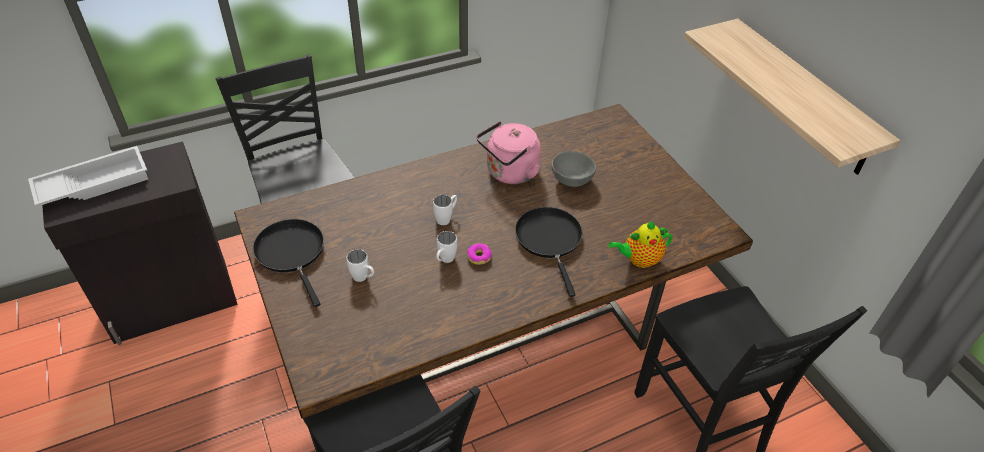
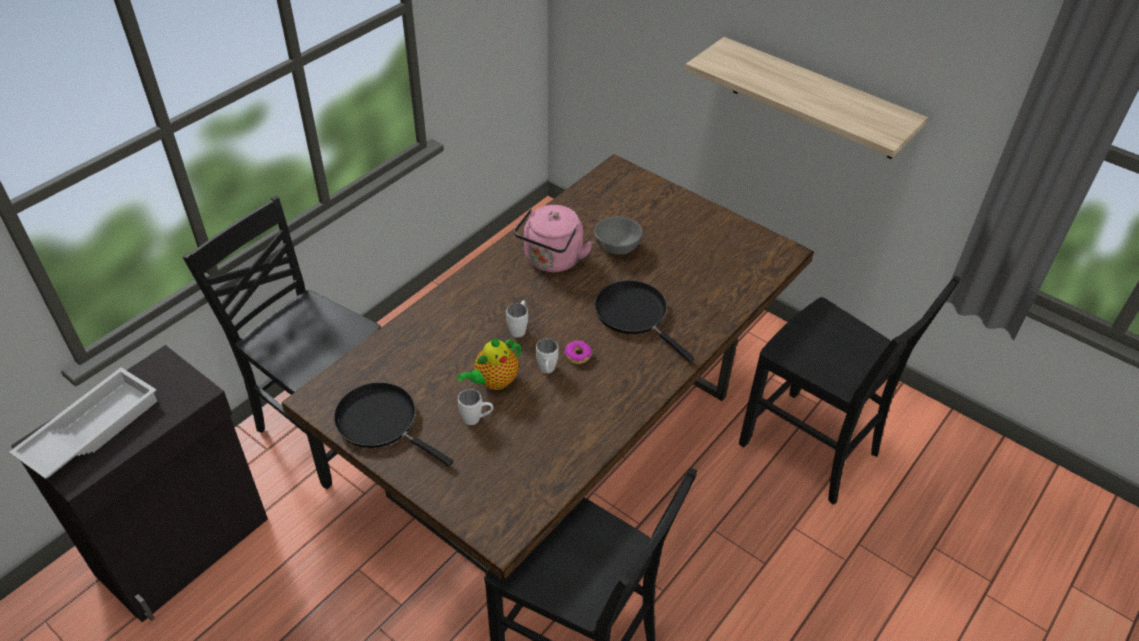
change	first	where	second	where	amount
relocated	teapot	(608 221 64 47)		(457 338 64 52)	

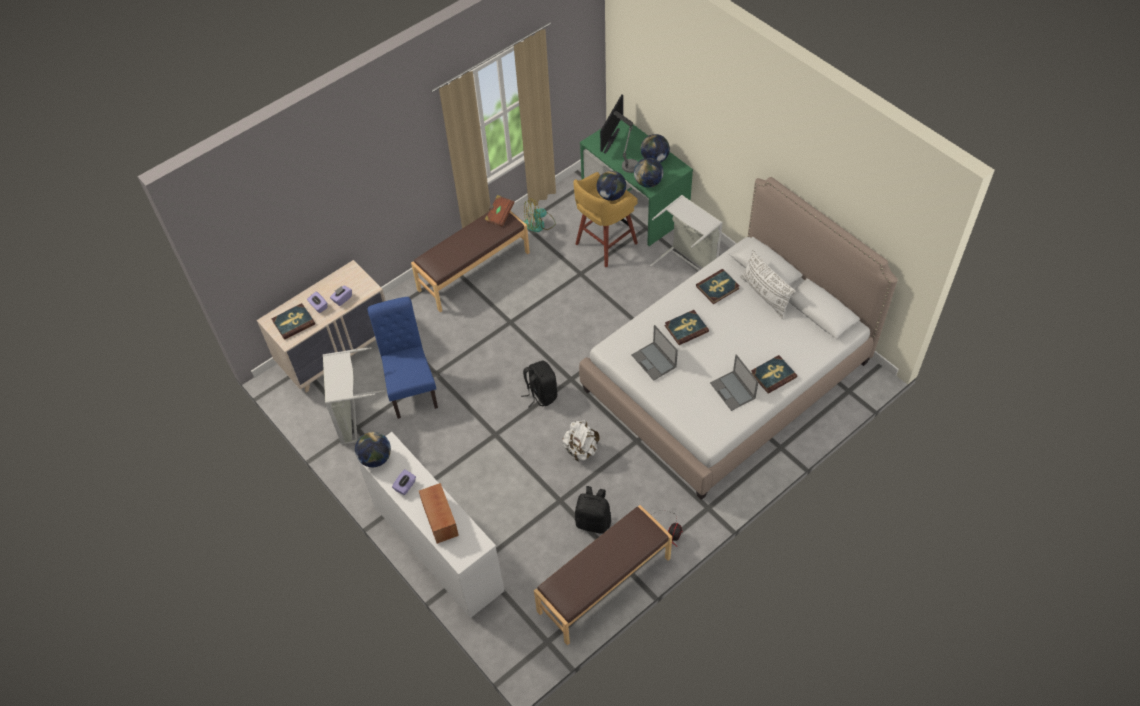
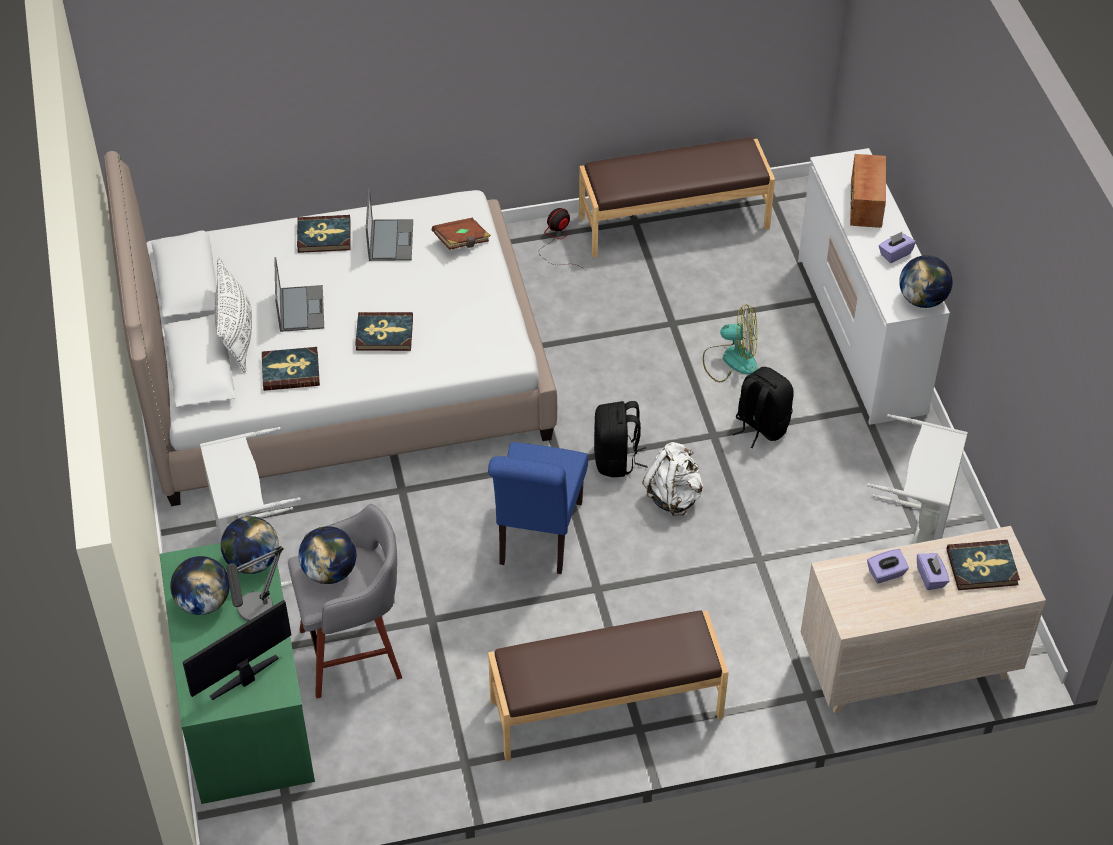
change	first	where	second	where	amount
relocated	chair (blue)	(367 297 71 122)		(488 442 100 132)	
relocated	book (brown)	(485 195 30 32)		(432 218 59 32)	
relocated	fan	(523 198 33 34)		(703 304 54 78)	
relocated	backpack (white)	(562 420 38 41)		(642 442 61 74)	
relocated	backpack (black)	(575 486 36 48)		(732 367 62 81)	
relocated	laptop	(632 325 46 56)		(274 257 50 75)	
colour	stool (yellow)	(573 172 65 96)	stool (grey)	(288 504 114 194)	

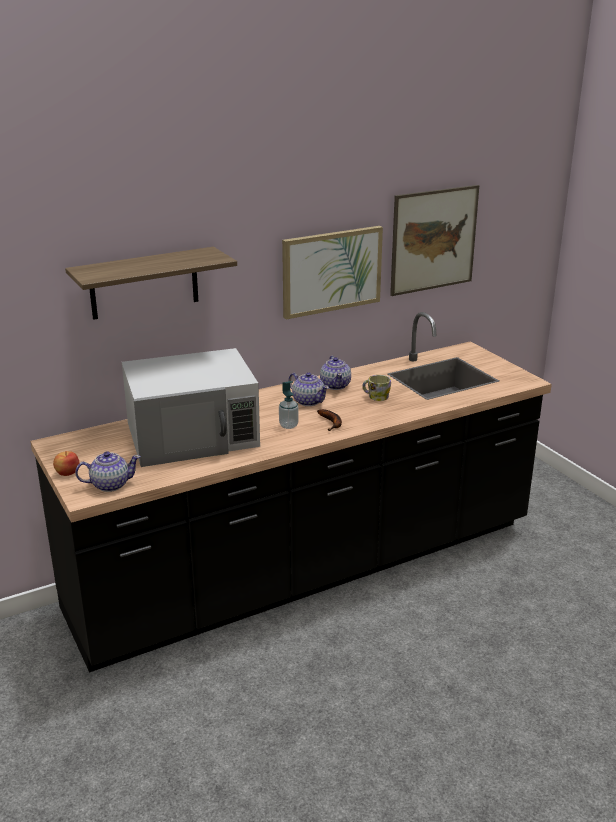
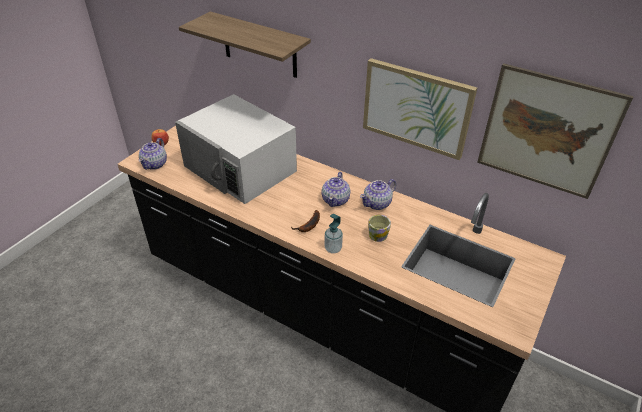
change	first	where	second	where	amount
relocated	soap dispenser	(279 381 20 48)		(324 214 19 40)	
spun	teapot	(75 451 66 41)		(139 138 28 32)	60 degrees clockwise

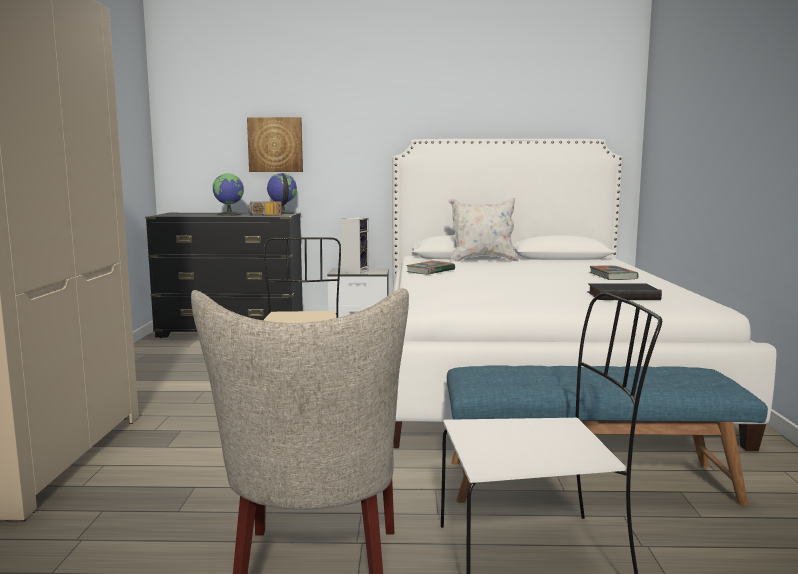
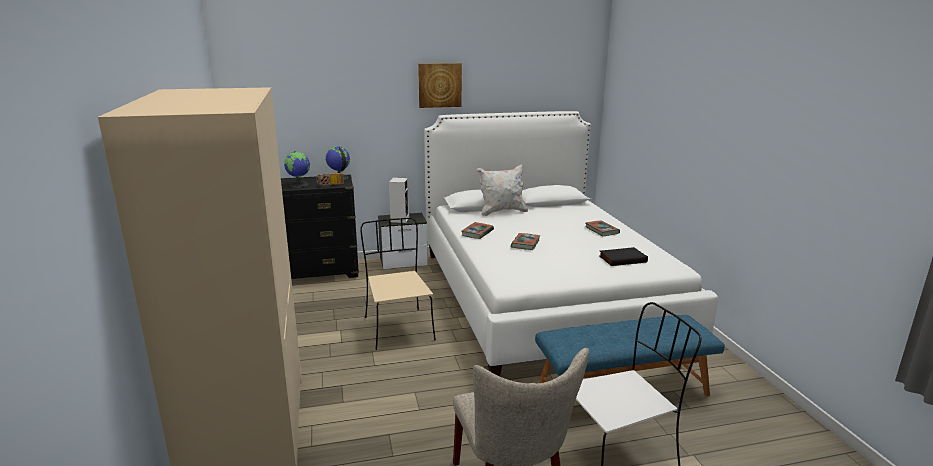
change	first	where	second	where	amount
appeared			book	(511 233 29 17)	
relocated	picture	(247 117 56 55)		(418 63 44 45)	

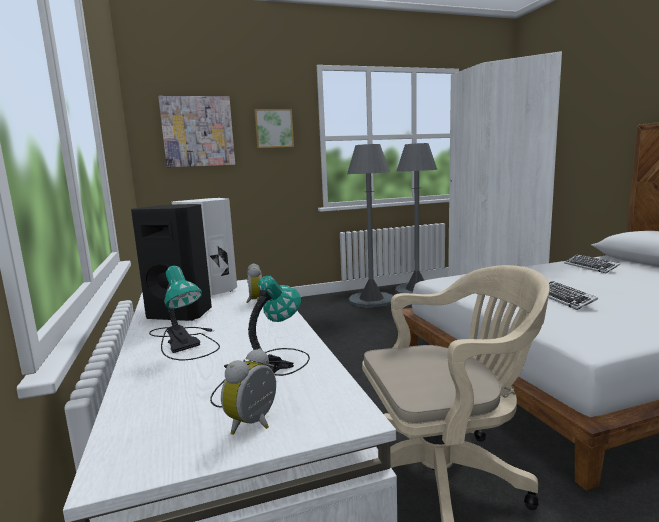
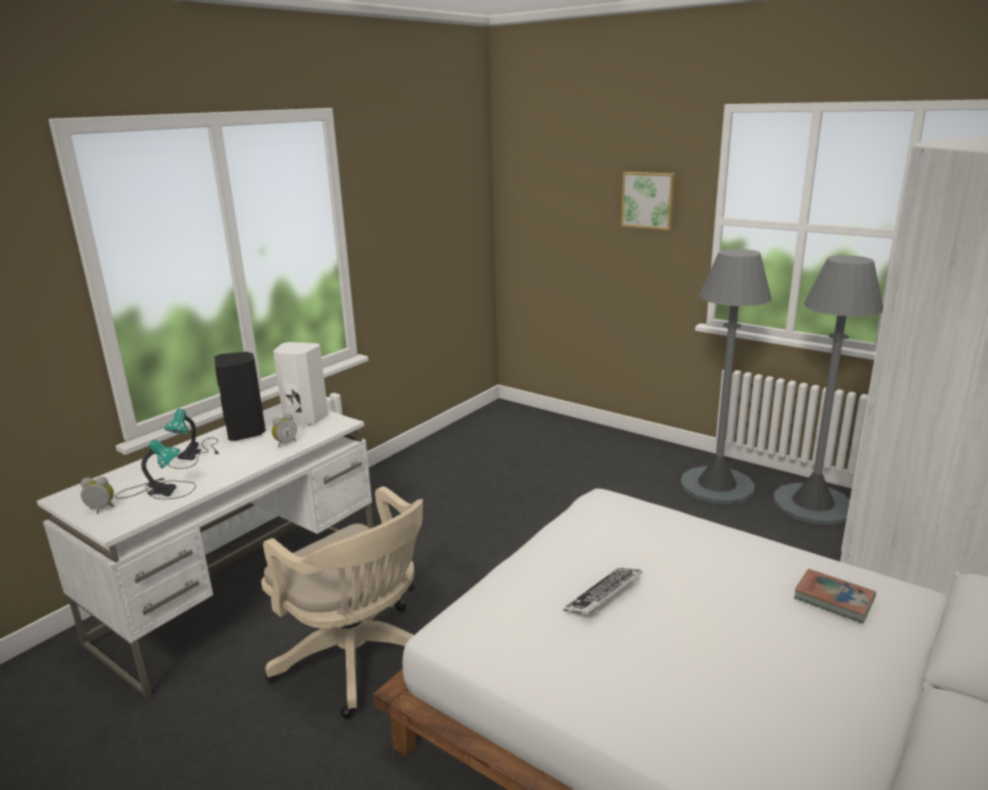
change	first	where	second	where	amount
missing	picture	(158 96 77 72)			
exchanged	keyboard	(564 254 56 19)	book	(794 569 82 54)	

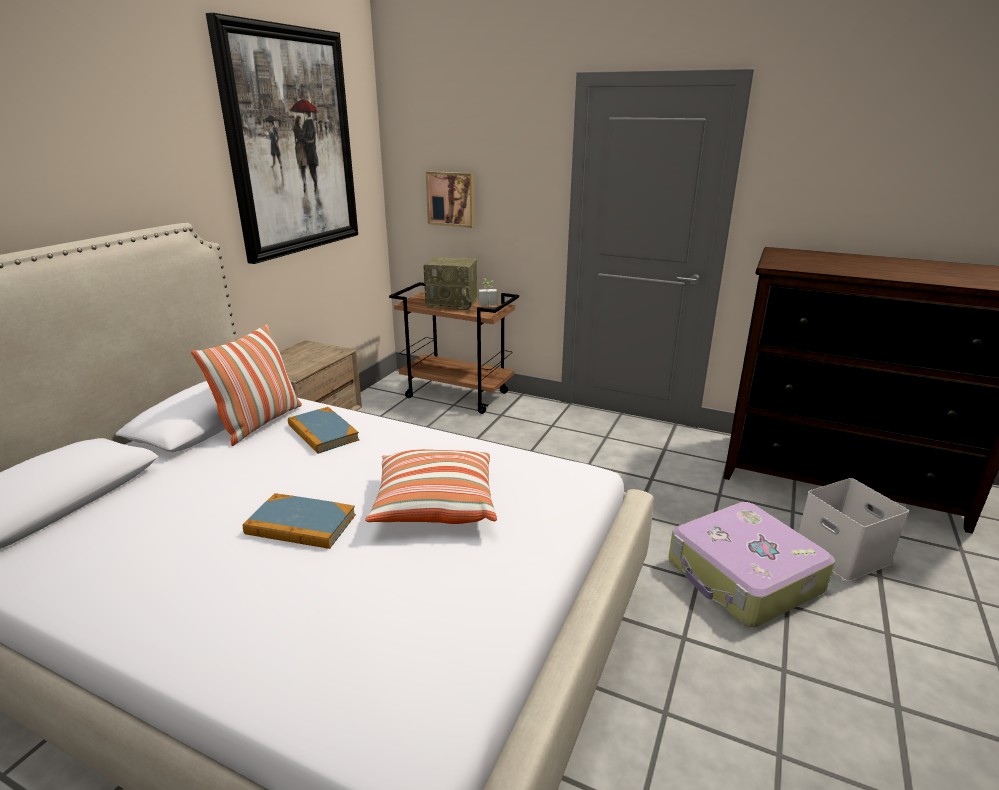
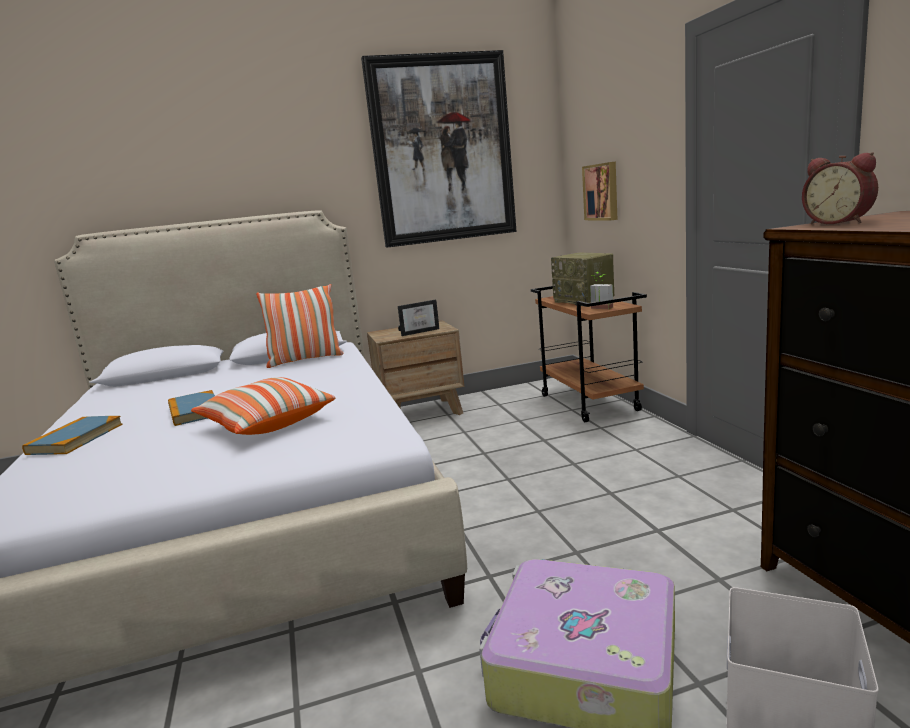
change	first	where	second	where	amount
appeared			picture frame	(398 300 41 36)	
appeared			alarm clock	(802 152 76 72)	
relocated	book	(288 407 71 47)		(22 416 101 39)	

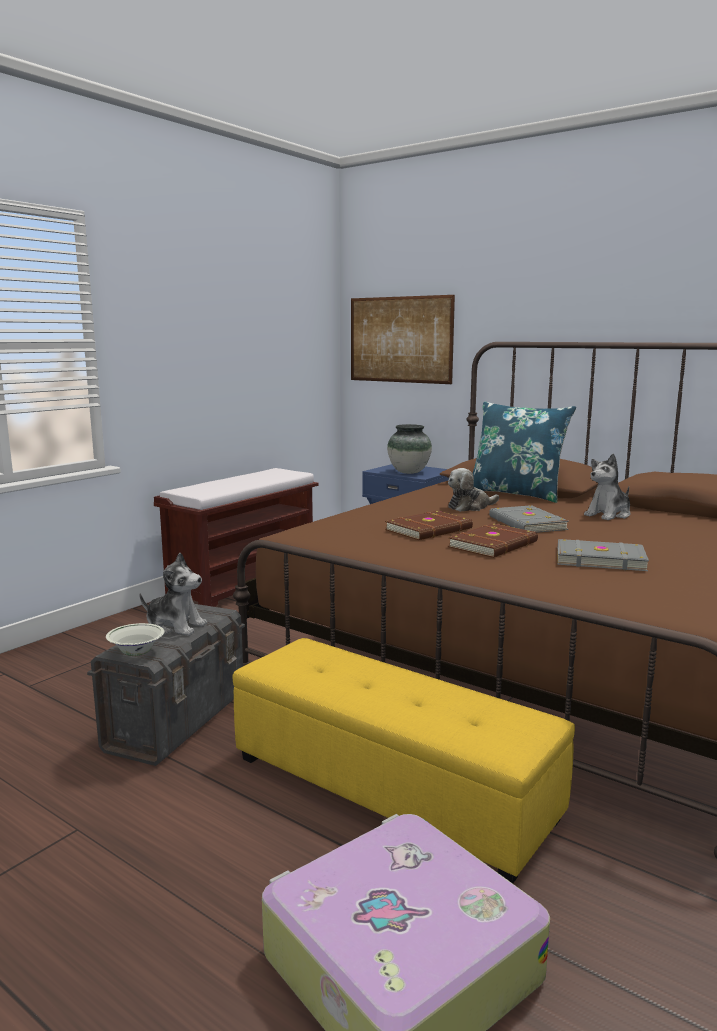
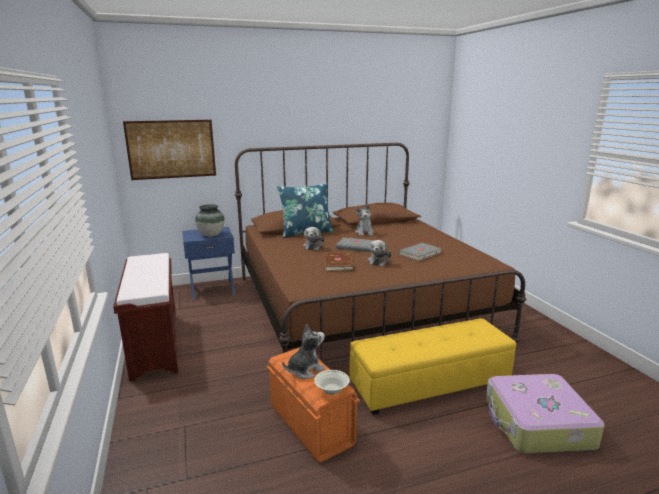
change	first	where	second	where	amount
exchanged	book (brown)	(448 523 90 35)	plush toy	(368 240 23 26)	
colour	storage box (grey)	(87 604 158 162)	storage box (orange)	(267 348 93 115)	

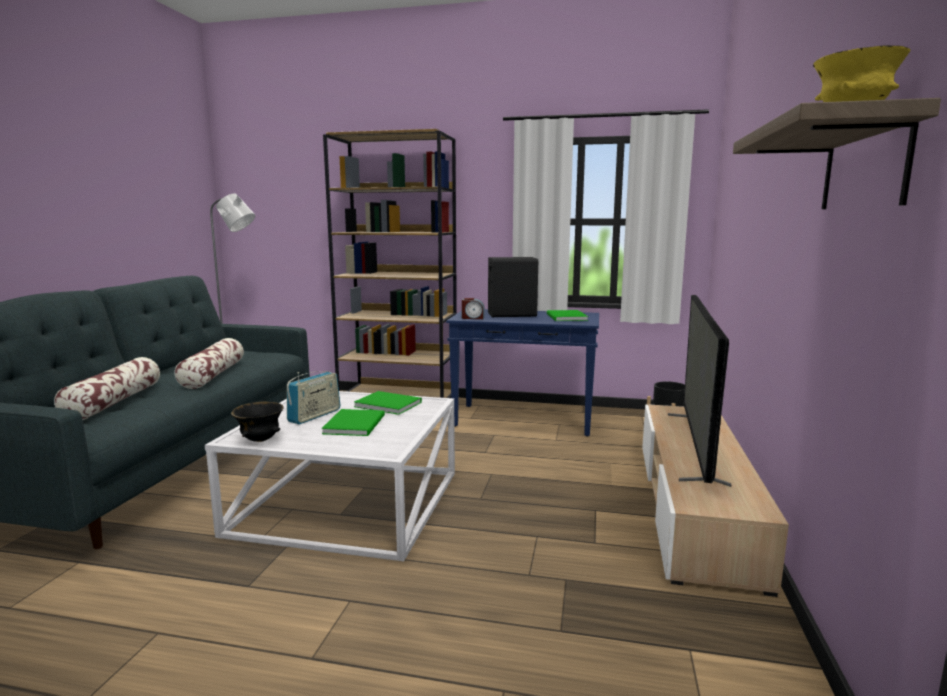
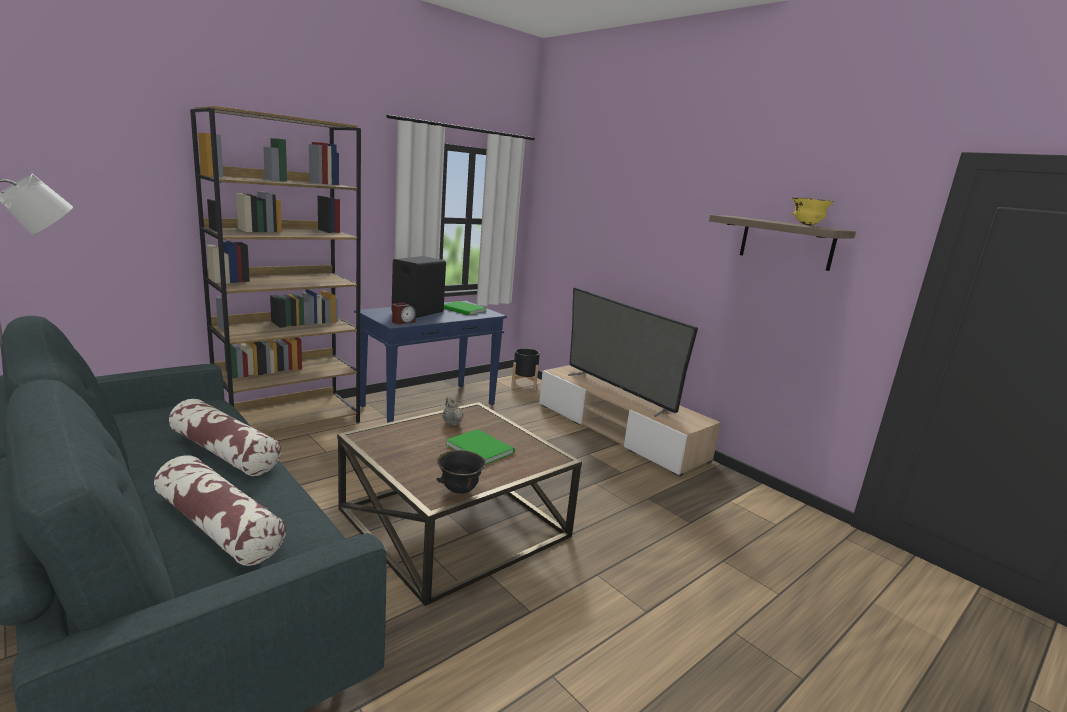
change	first	where	second	where	amount
missing	radio	(287 371 53 53)			
exchanged	book (green)	(354 391 68 24)	teapot (beige)	(442 396 21 30)	
colour	coffee table (white)	(205 391 250 170)	coffee table (brown)	(337 402 245 204)	

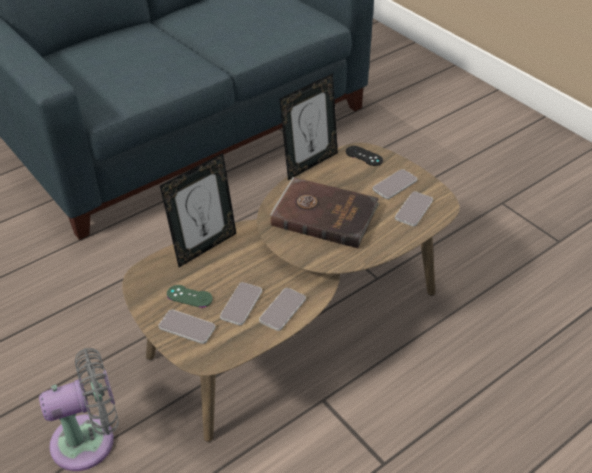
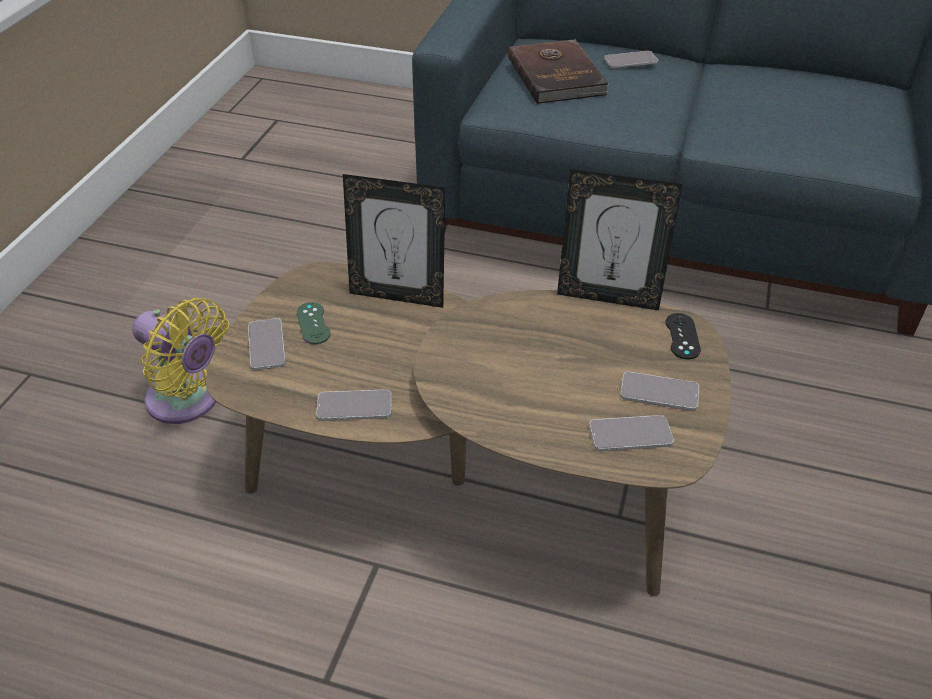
change	first	where	second	where	amount
relocated	phone	(220 282 42 43)		(604 51 54 17)	
relocated	book (brown)	(270 177 109 71)		(508 39 101 65)	
colour	fan (grey)	(39 348 80 123)	fan (yellow)	(132 298 98 126)	

